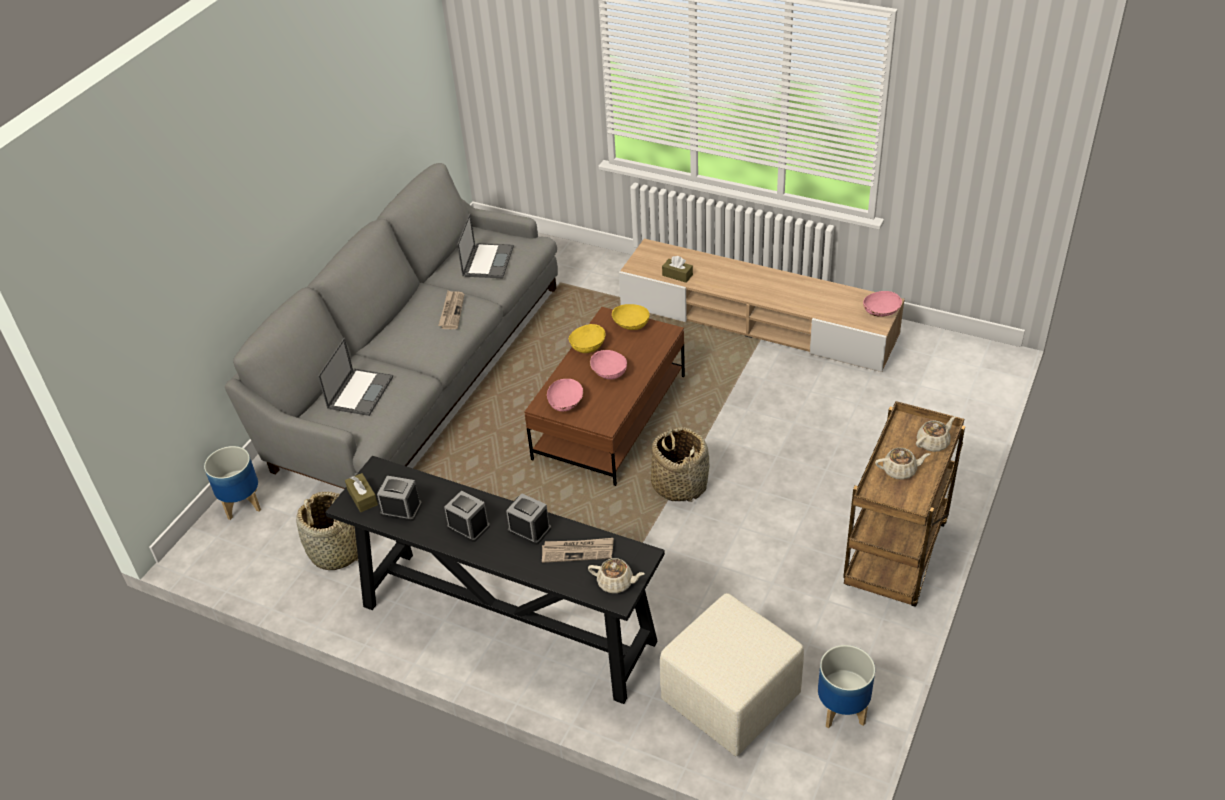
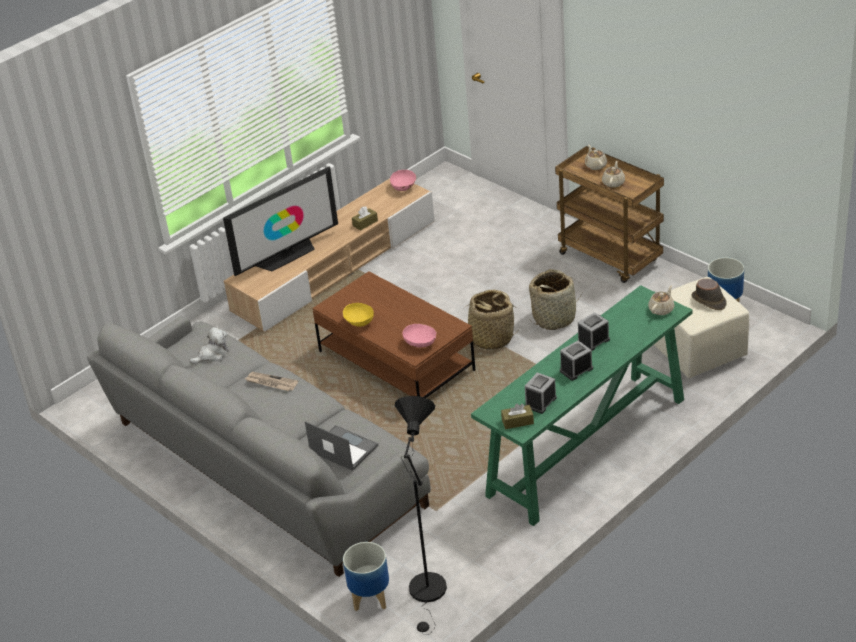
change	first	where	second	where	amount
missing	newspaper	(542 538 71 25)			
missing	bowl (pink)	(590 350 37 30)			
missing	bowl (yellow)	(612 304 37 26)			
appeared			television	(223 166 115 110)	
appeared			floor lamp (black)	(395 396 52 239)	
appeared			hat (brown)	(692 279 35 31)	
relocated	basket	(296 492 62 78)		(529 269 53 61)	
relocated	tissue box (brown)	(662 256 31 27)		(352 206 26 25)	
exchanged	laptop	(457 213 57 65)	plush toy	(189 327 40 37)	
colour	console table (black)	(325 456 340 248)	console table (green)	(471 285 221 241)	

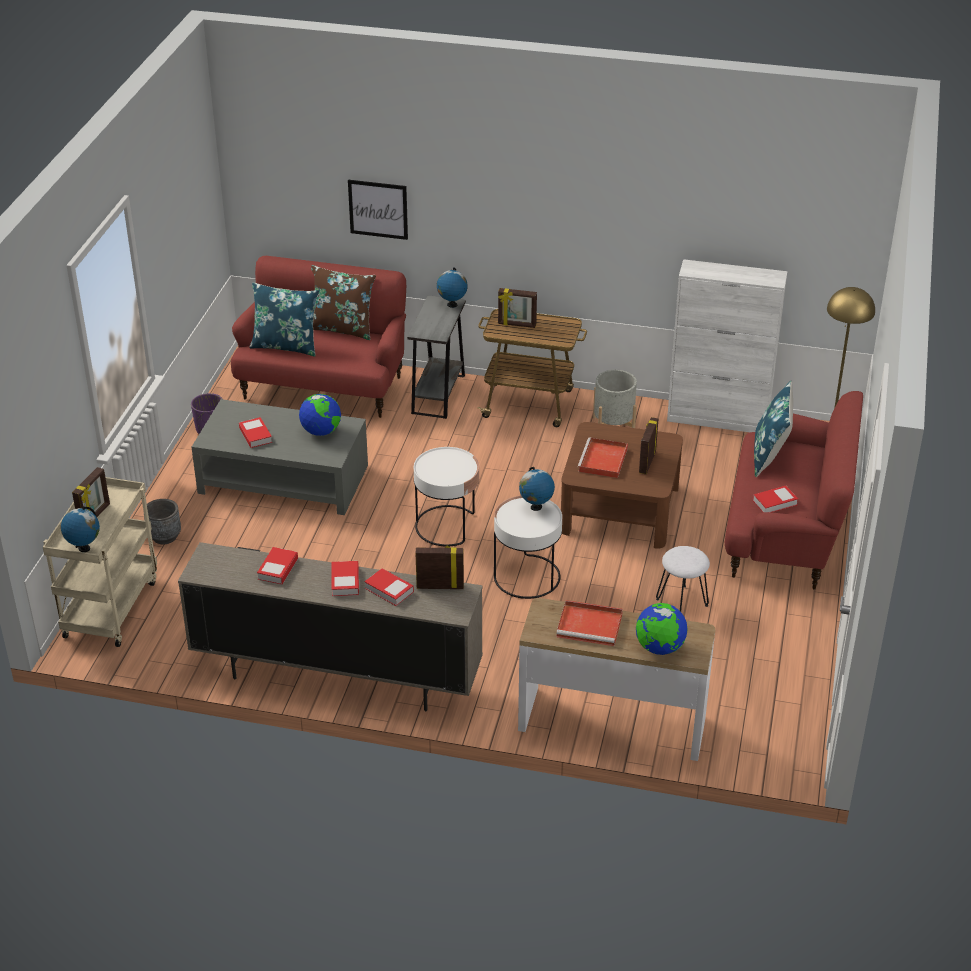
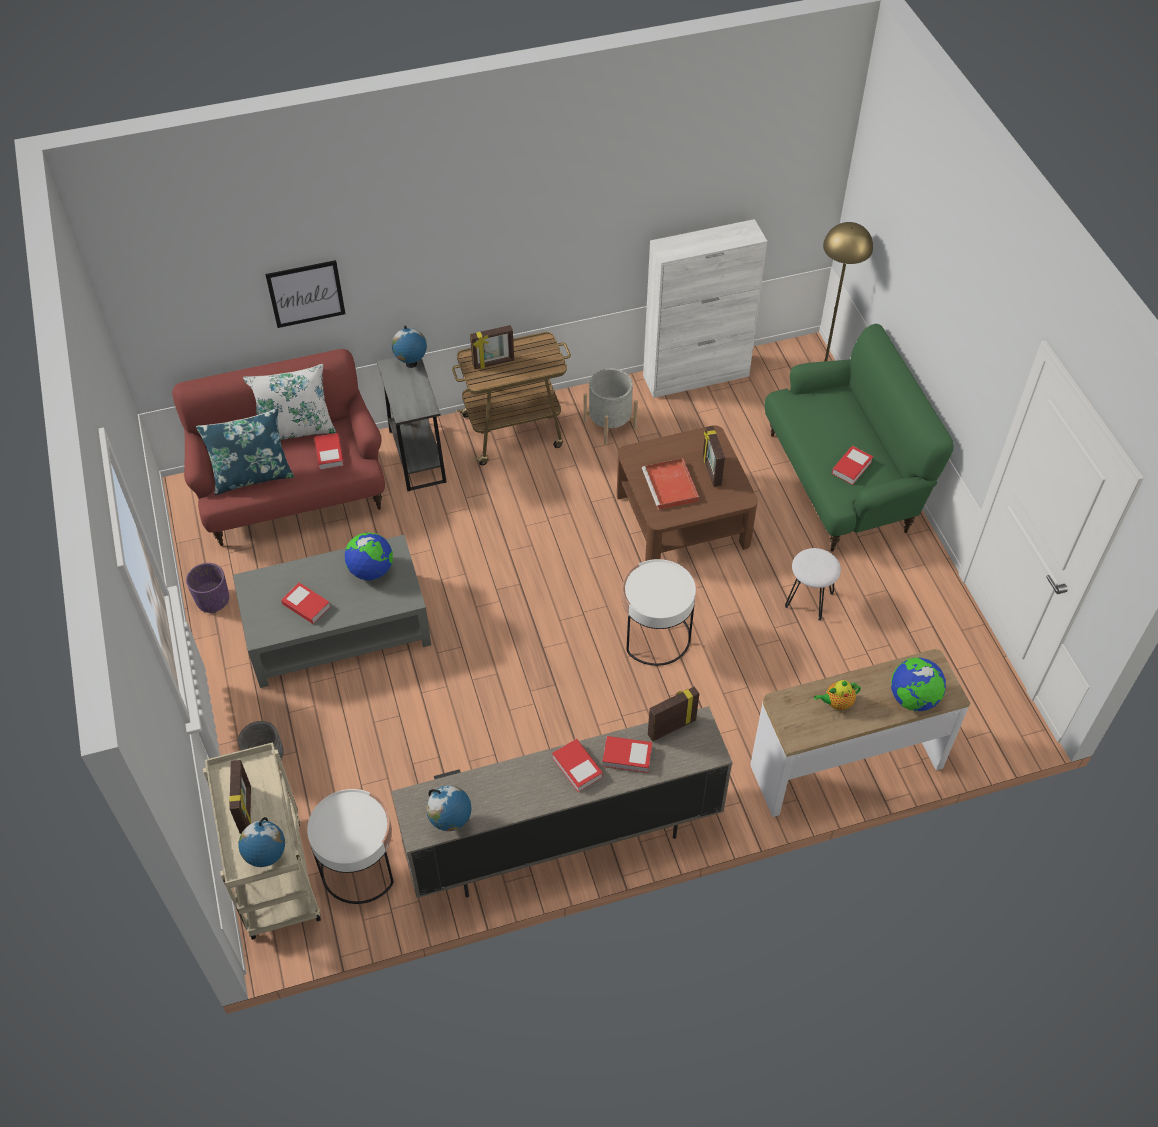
change	first	where	second	where	amount
missing	pillow (blue)	(754 381 39 96)			
relocated	book	(257 547 41 38)		(314 433 30 37)	
relocated	side table (white)	(414 447 65 99)		(307 789 86 115)	
relocated	globe	(519 467 36 44)		(426 785 46 46)	
exchanged	tray (red)	(557 600 66 46)	teapot	(814 680 47 30)	
colour	pillow (brown)	(311 265 65 75)	pillow (white)	(243 364 93 76)	
colour	sofa (red)	(724 391 139 199)	sofa (green)	(764 324 190 227)	

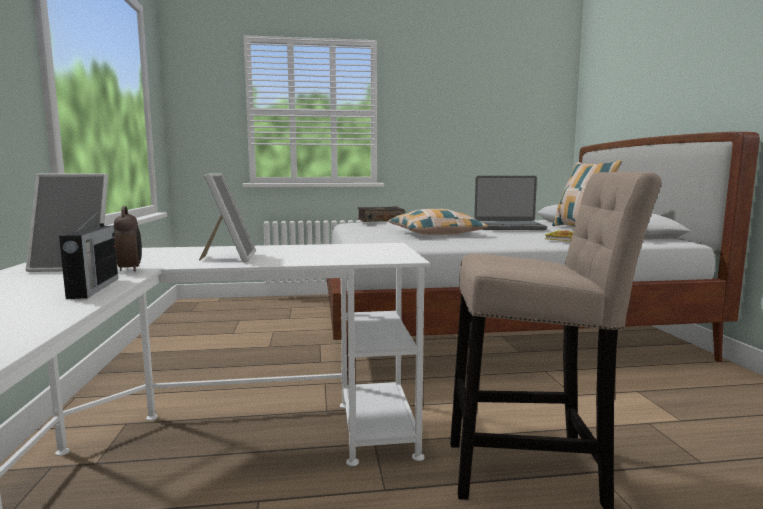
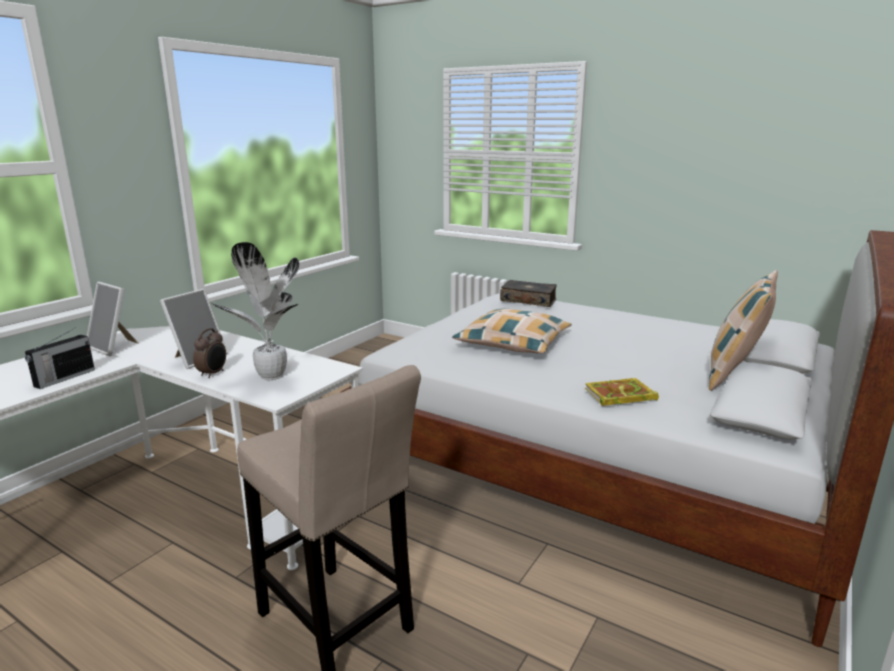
change	first	where	second	where	amount
missing	laptop	(474 176 73 54)			
appeared			potted plant	(211 242 88 138)	
relocated	alarm clock	(114 206 28 66)		(193 328 33 50)	

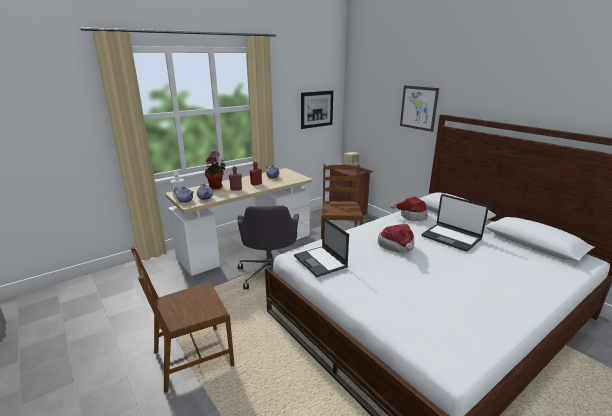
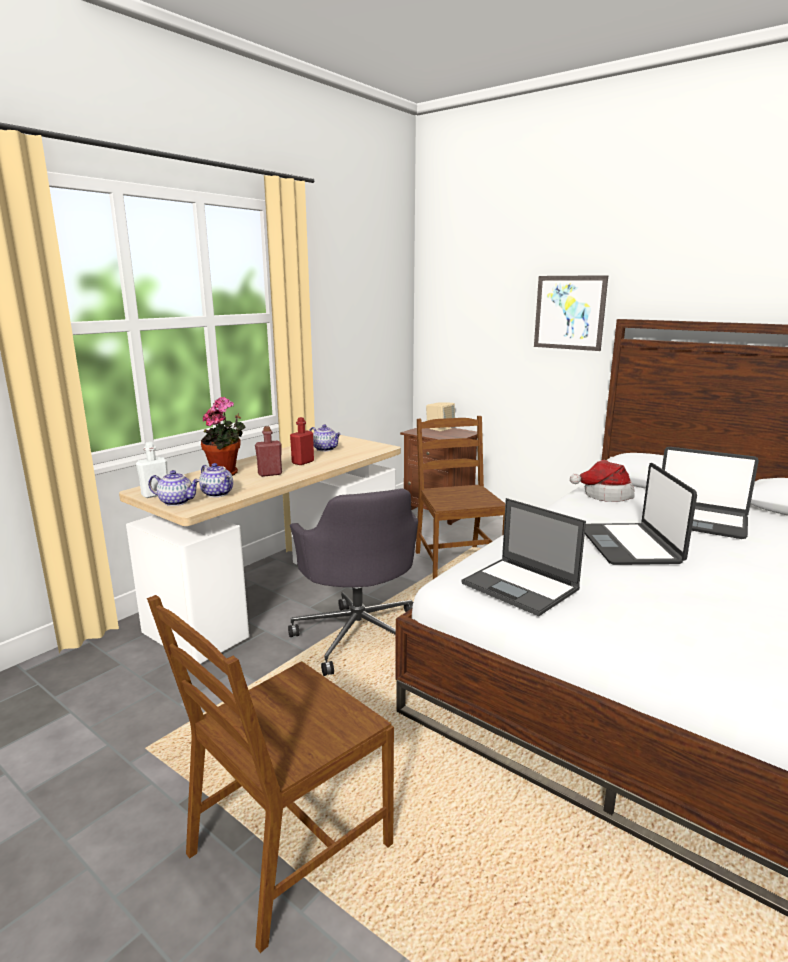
change	first	where	second	where	amount
missing	picture	(301 90 32 39)			
exchanged	hat	(378 224 36 29)	laptop	(585 463 112 102)	

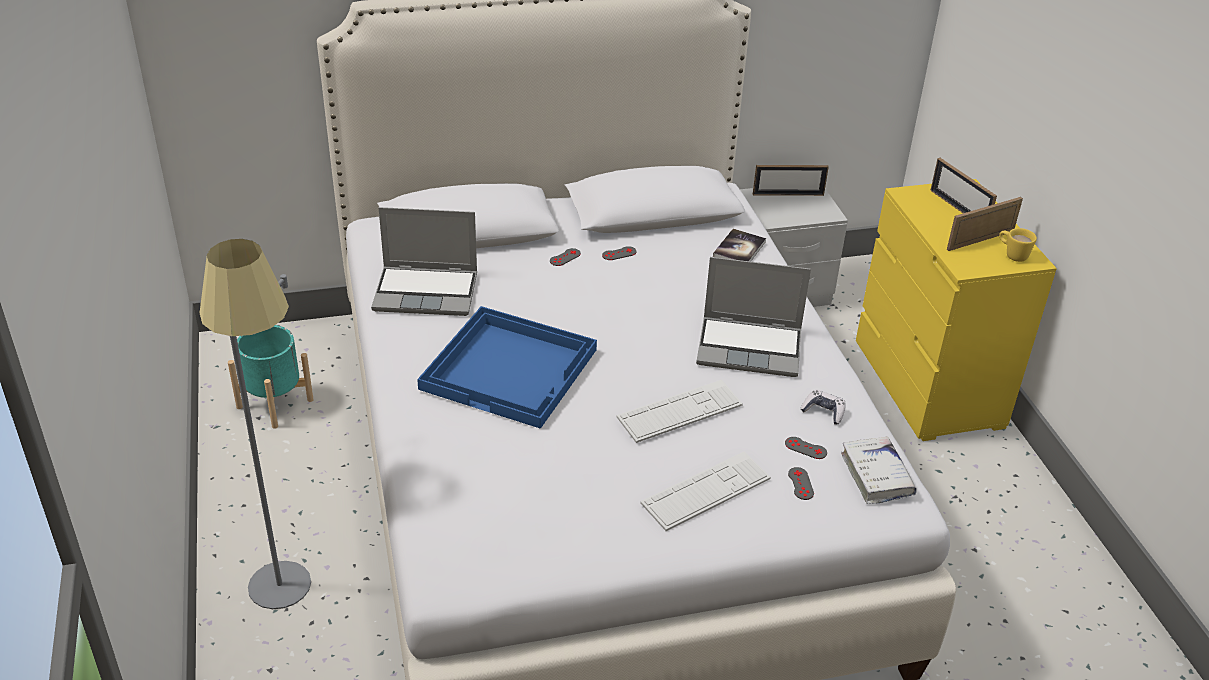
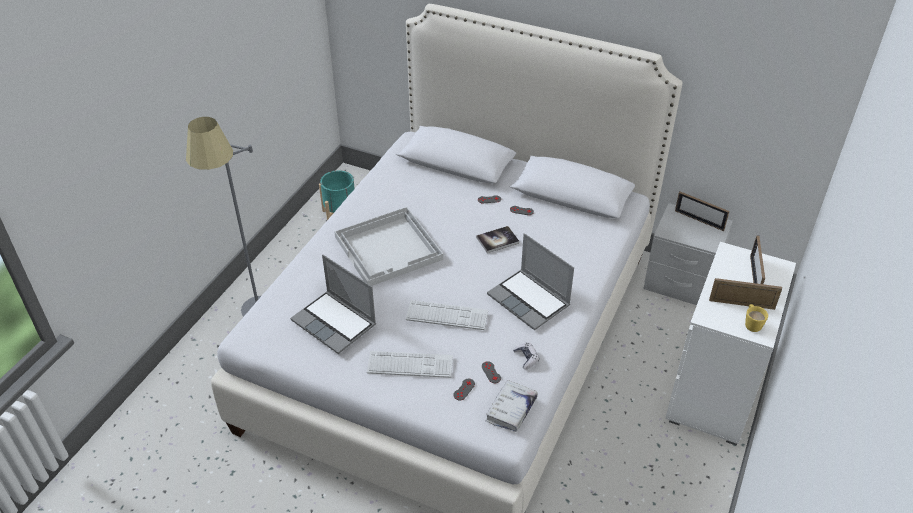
change	first	where	second	where	amount
relocated	laptop	(371 207 106 109)		(290 255 86 99)	
relocated	book	(713 229 53 33)		(476 226 43 27)	
colour	tray (blue)	(417 306 180 123)	tray (white)	(334 207 109 79)	
colour	dresser (yellow)	(856 179 201 262)	dresser (white)	(665 242 131 204)	

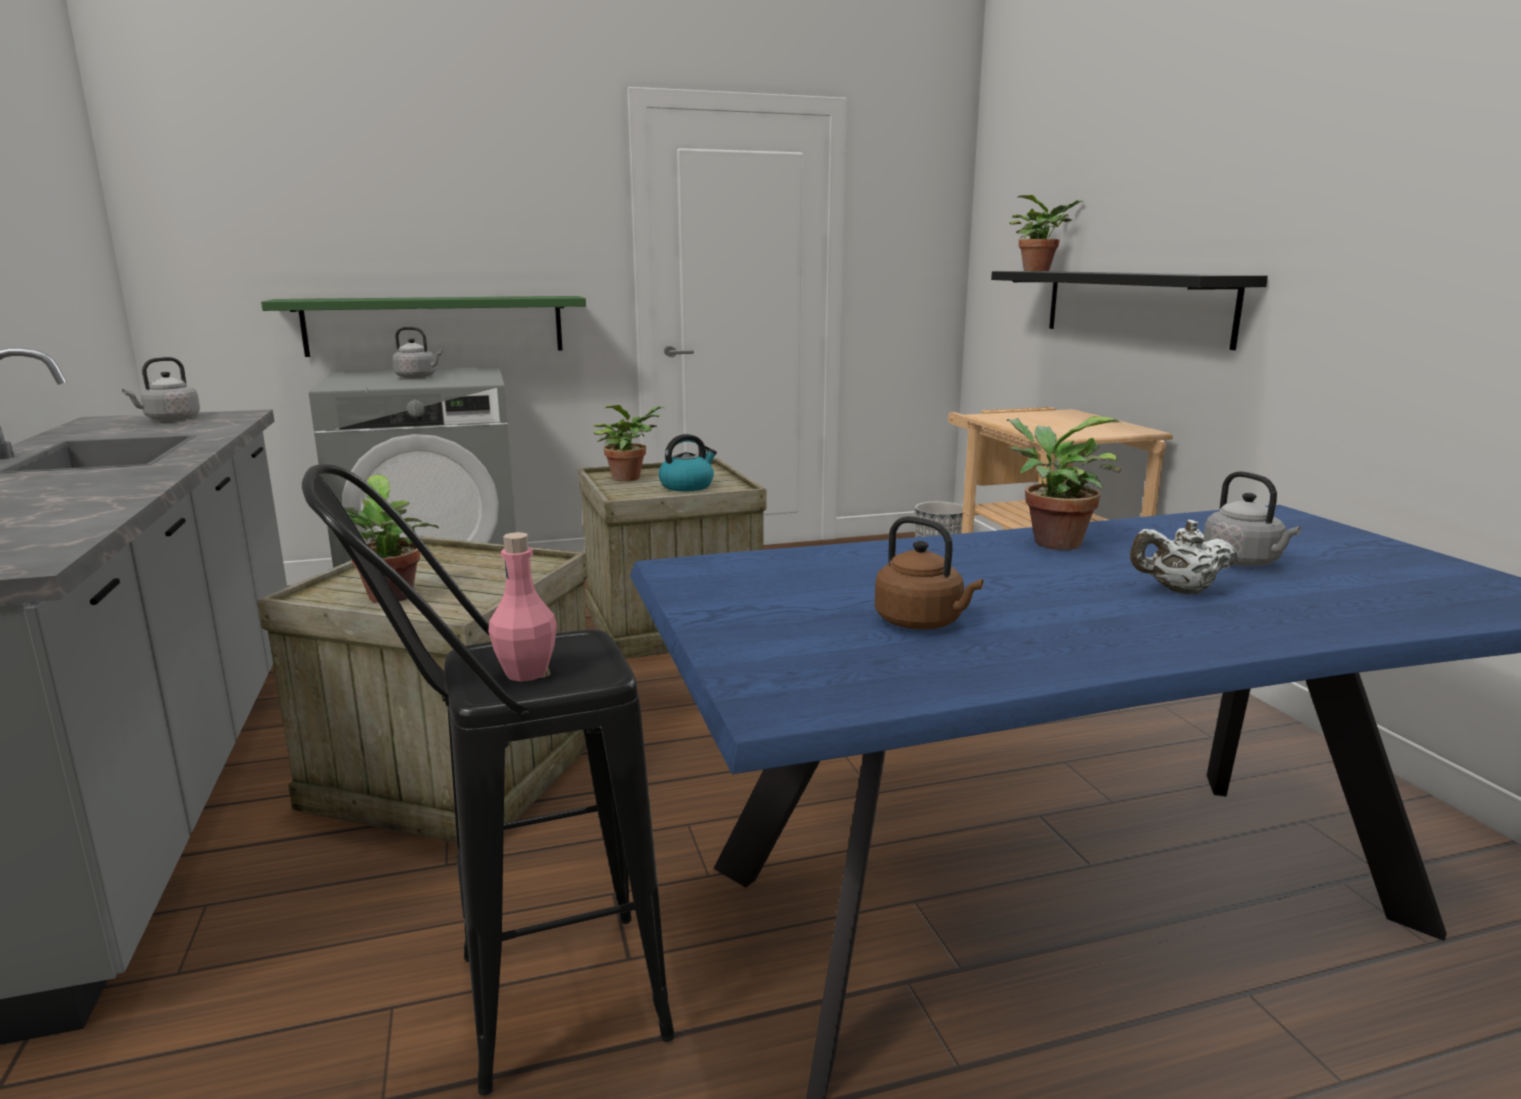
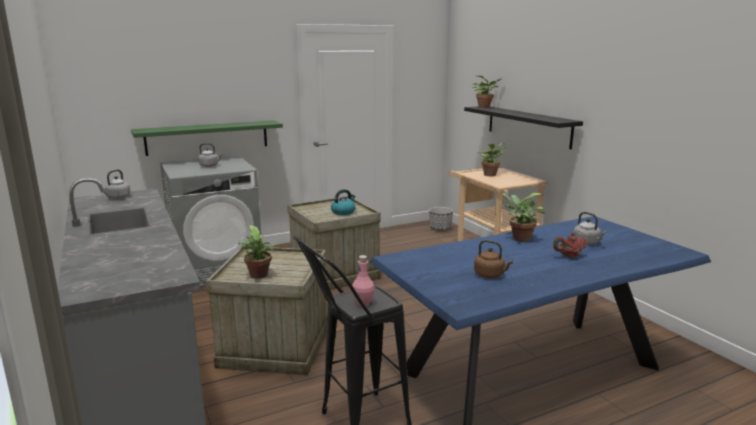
change	first	where	second	where	amount
relocated	potted plant	(593 405 72 77)		(478 143 29 33)	
colour	teapot (white)	(1130 520 108 75)	teapot (red)	(553 233 35 25)	

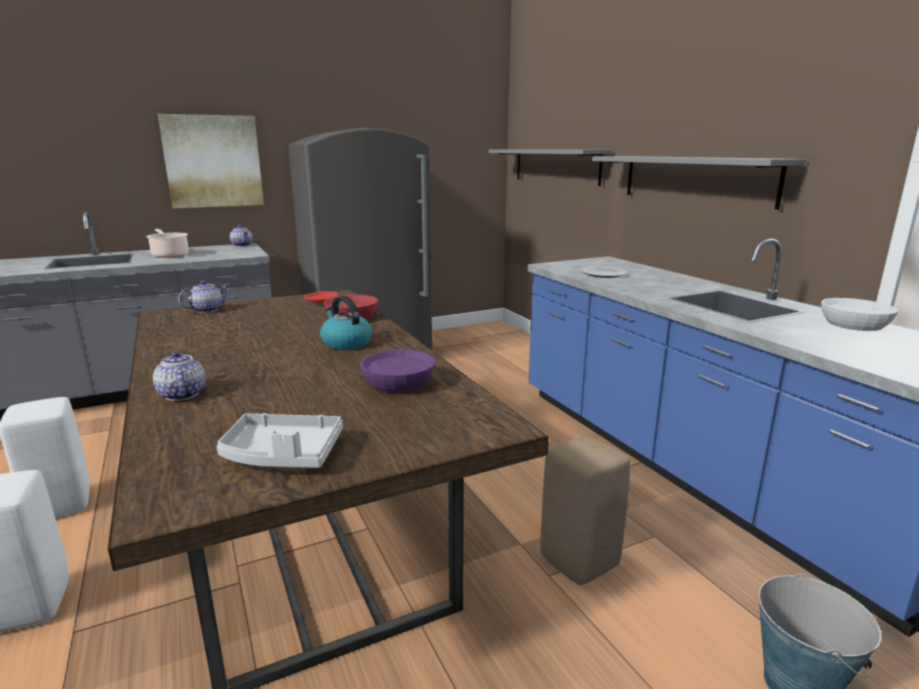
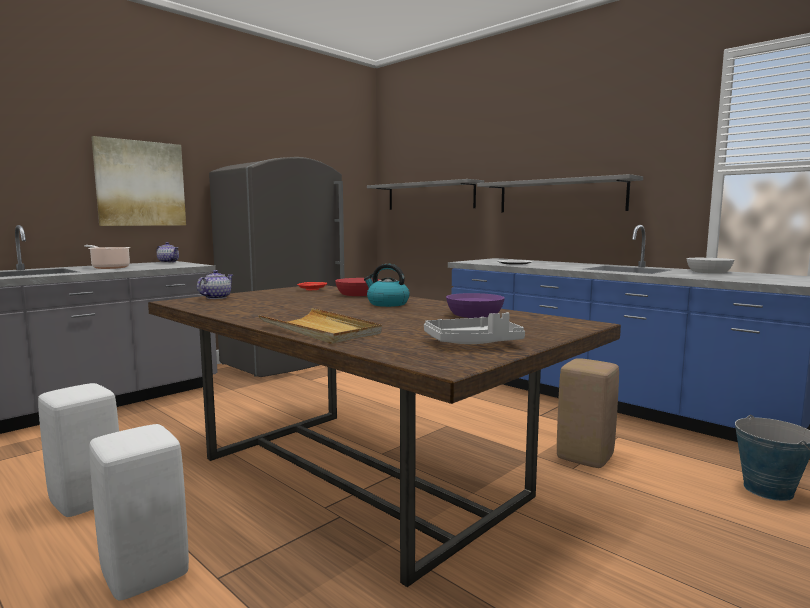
change	first	where	second	where	amount
exchanged	teapot	(153 351 53 50)	tray (beige)	(258 308 124 36)	

